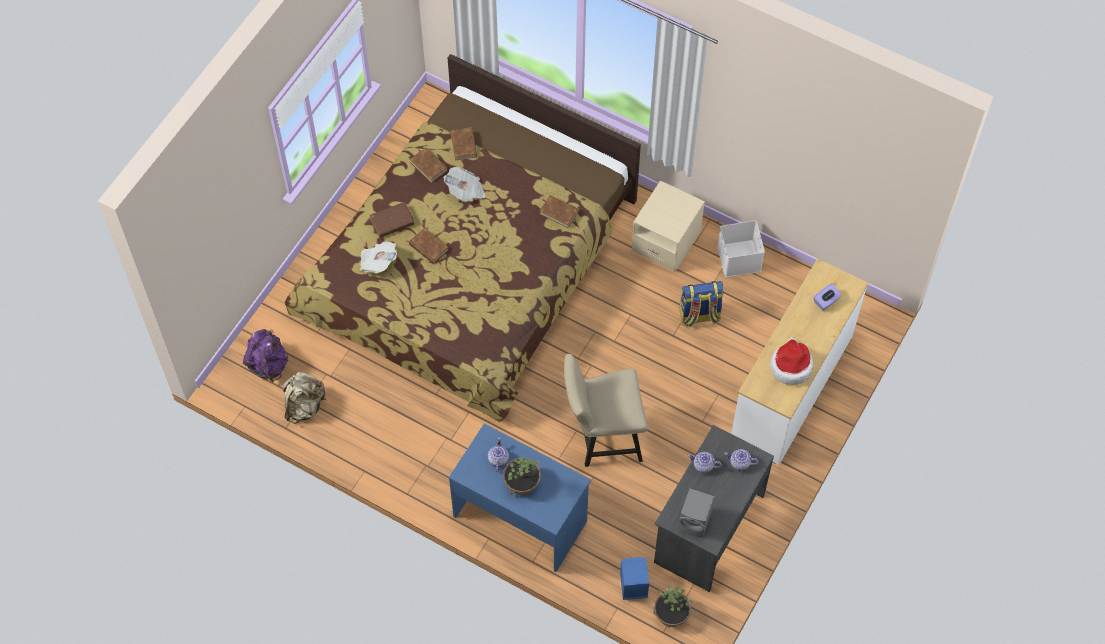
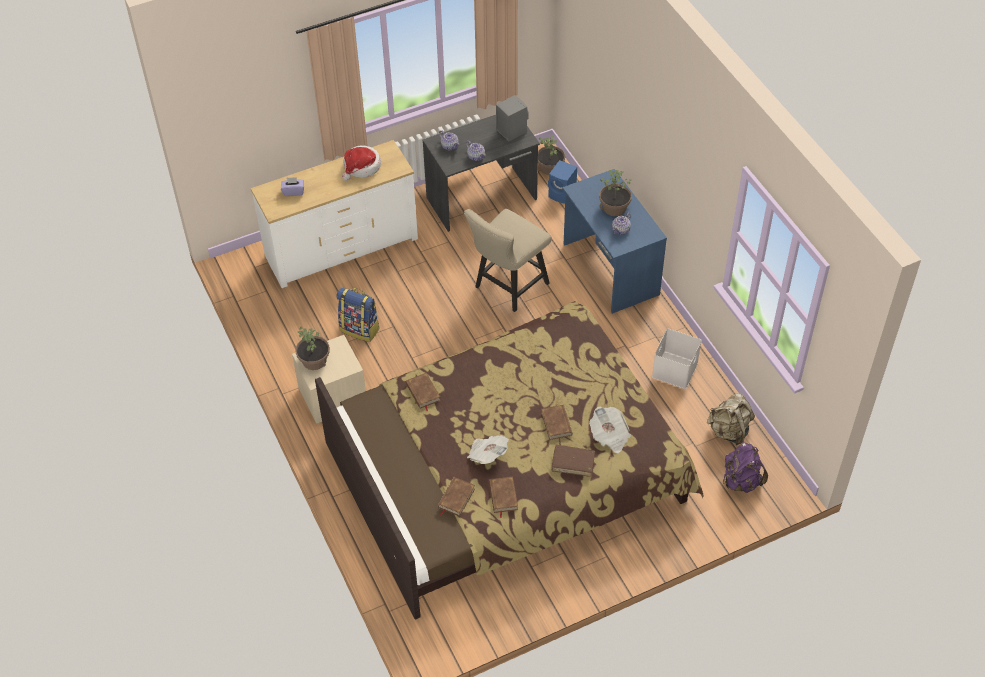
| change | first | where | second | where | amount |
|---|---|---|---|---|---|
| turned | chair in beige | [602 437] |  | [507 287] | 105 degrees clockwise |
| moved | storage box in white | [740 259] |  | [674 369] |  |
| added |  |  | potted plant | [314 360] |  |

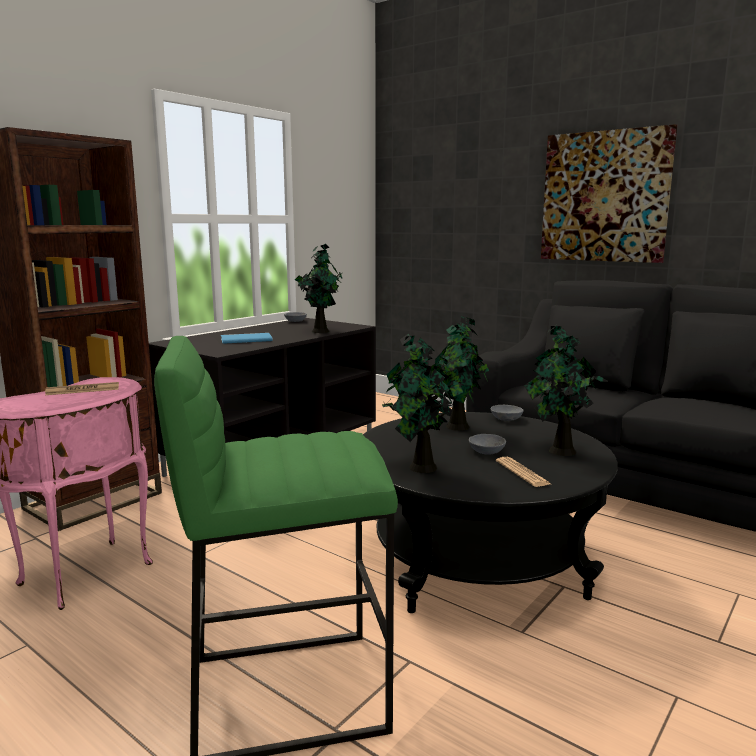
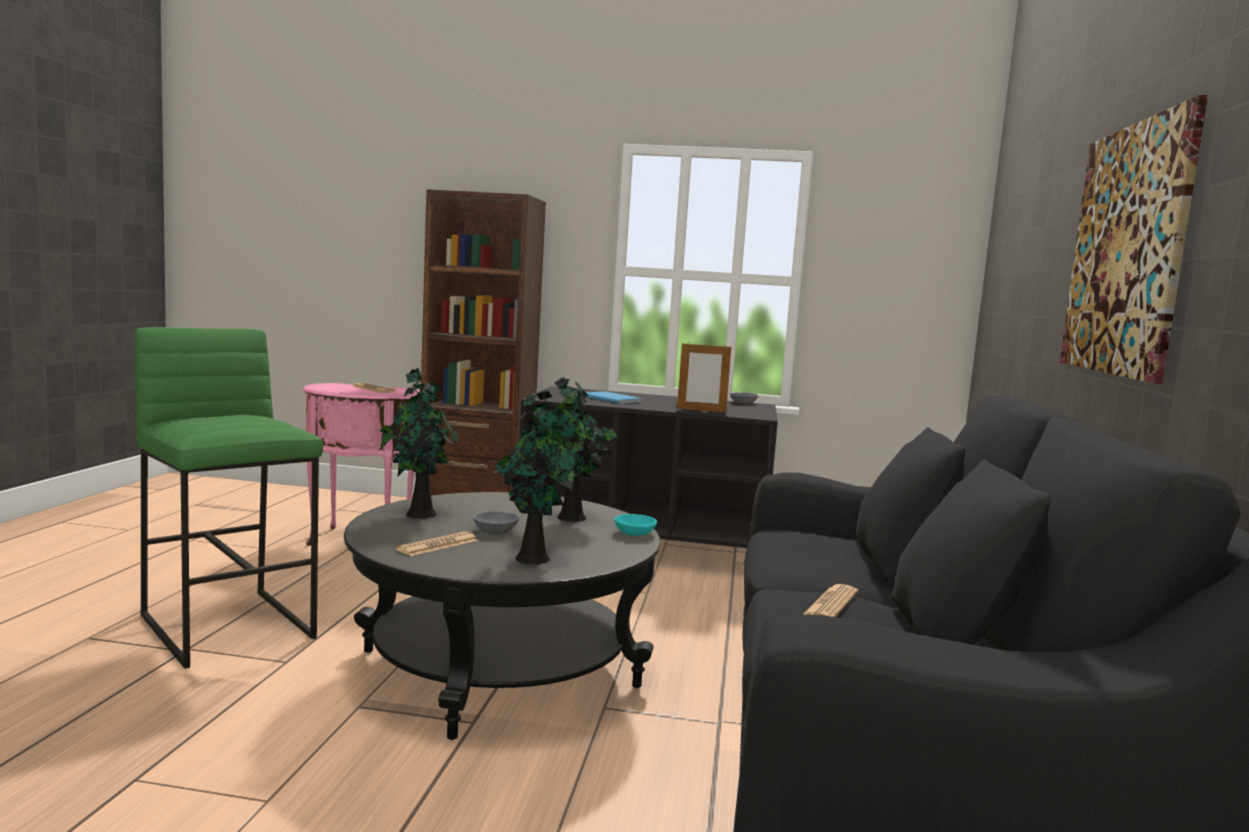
| change | first | where | second | where | amount |
|---|---|---|---|---|---|
| replaced | potted plant | [320 331] | picture frame | [701 410] |  |
| recoloured | bowl in grey | [507 418] | bowl in turquoise | [635 533] |  |
| added |  |  | newspaper | [830 604] |  |

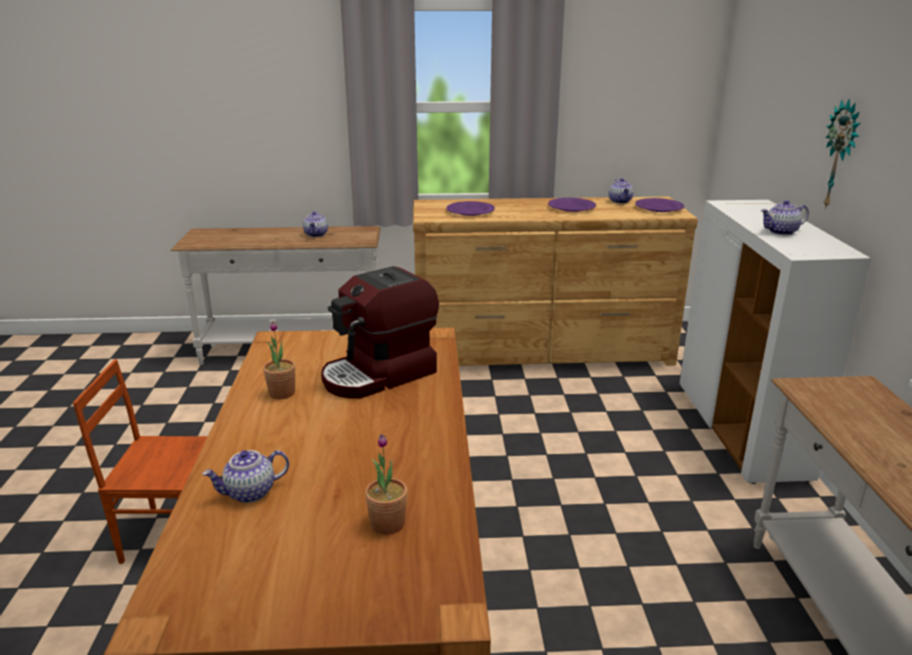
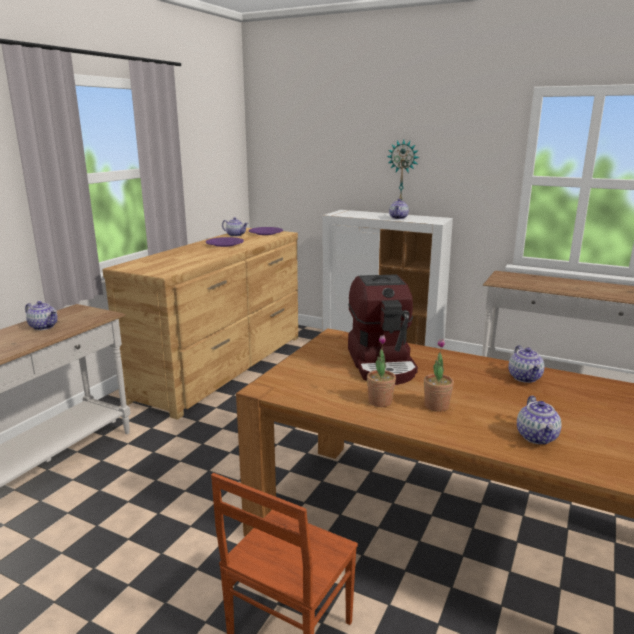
| change | first | where | second | where | amount |
|---|---|---|---|---|---|
| moved | potted plant | [387 524] |  | [436 406] |  |
| removed | plate in purple | [470 212] |  |  |  |
| added |  |  | teapot | [525 378] |  |

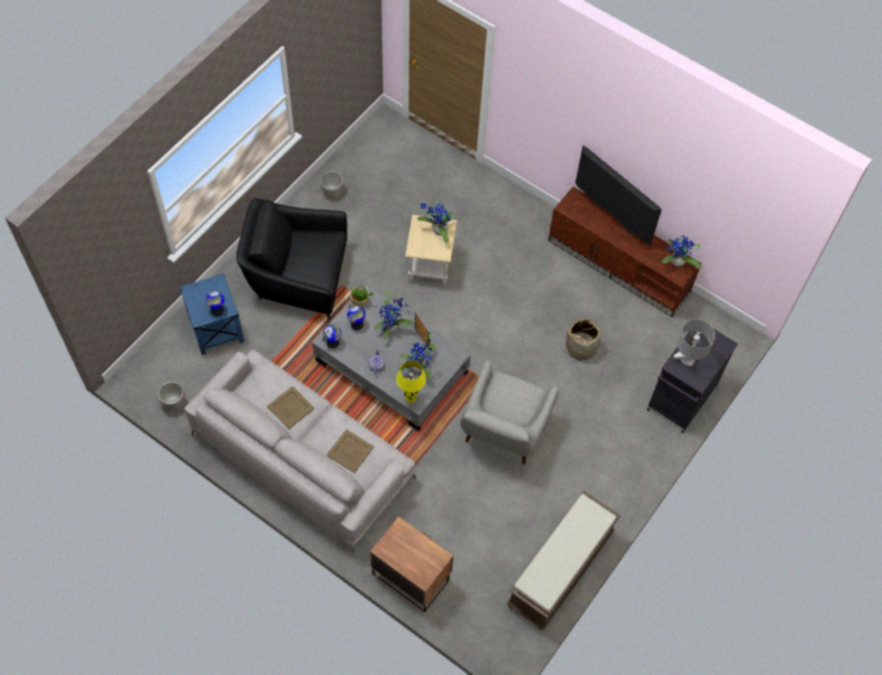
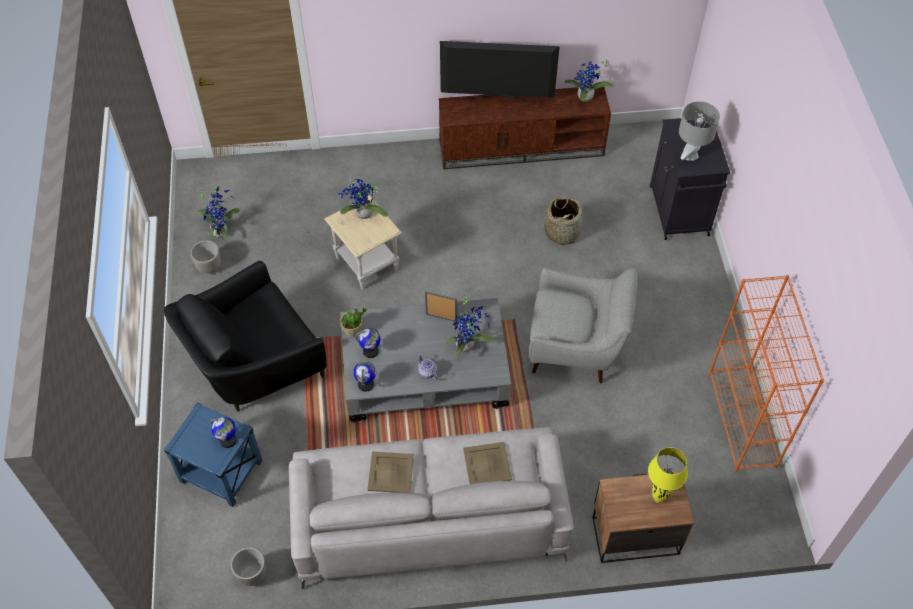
| change | first | where | second | where | amount |
|---|---|---|---|---|---|
| moved | potted plant | [391 328] |  | [221 231] |  |
| moved | table lamp in yellow | [411 400] |  | [658 498] |  |
| turned | armchair in grey | [503 432] |  | [576 348] | 60 degrees counterclockwise |
| replaced | bench in brown | [560 570] | bookcase in orange | [742 420] |  |

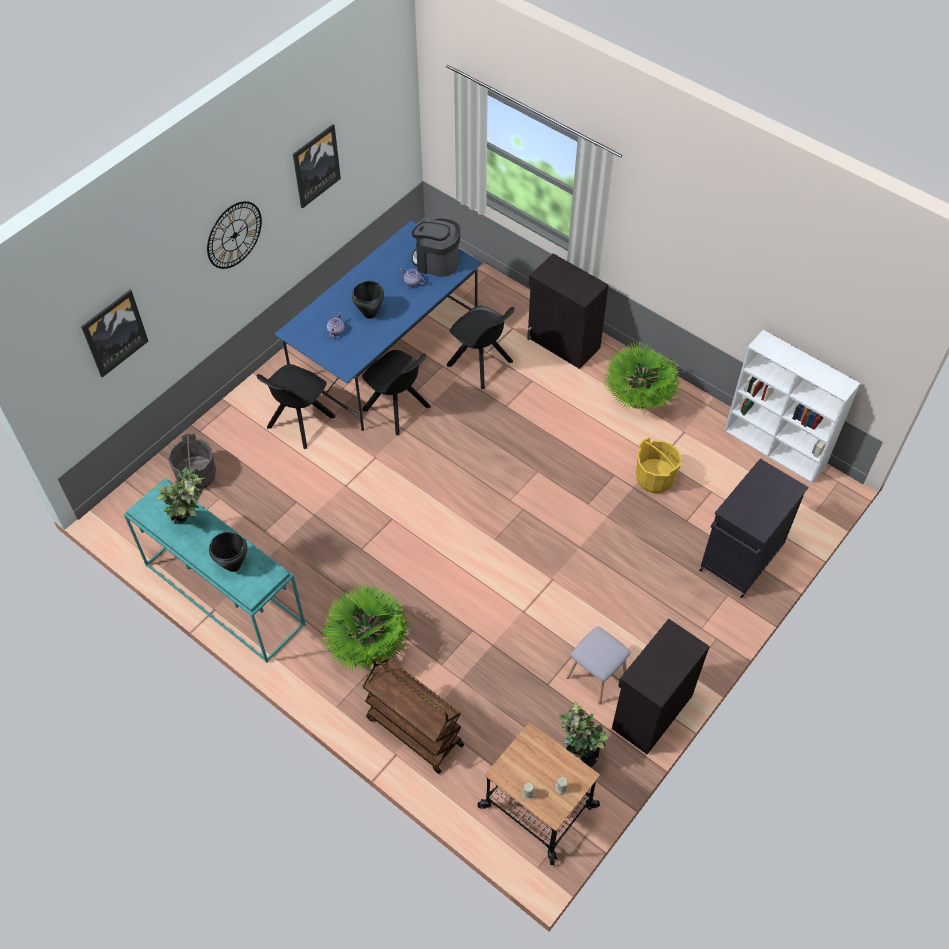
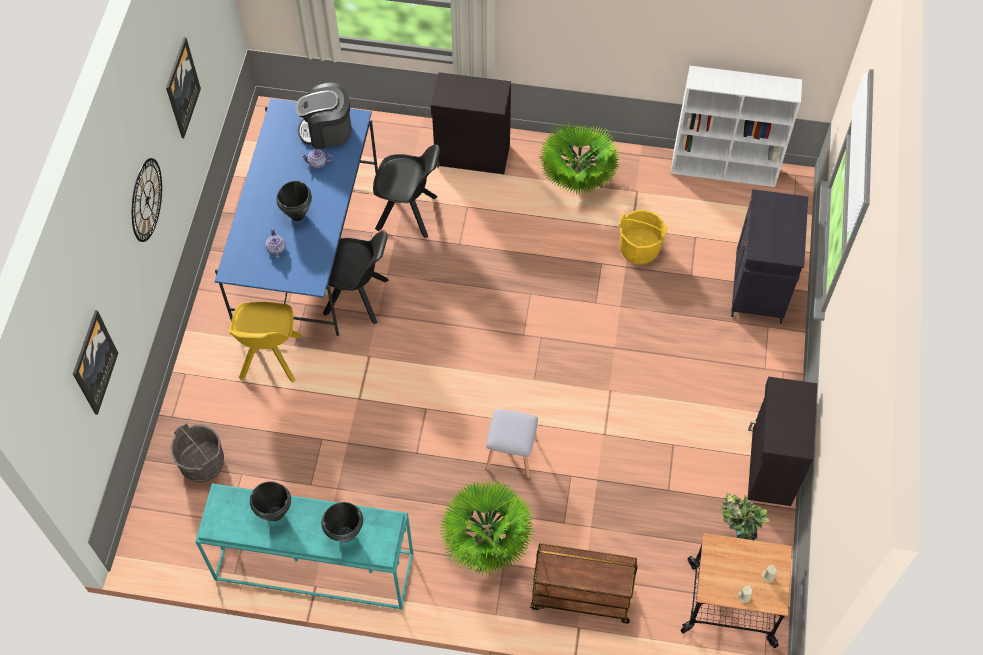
| change | first | where | second | where | amount |
|---|---|---|---|---|---|
| replaced | potted plant | [193 523] | cooking pot in black | [275 514] |  |
| recoloured | chair in black | [299 423] | chair in yellow | [270 358] |  |
| moved | stool in grey | [596 677] |  | [512 455] |  |

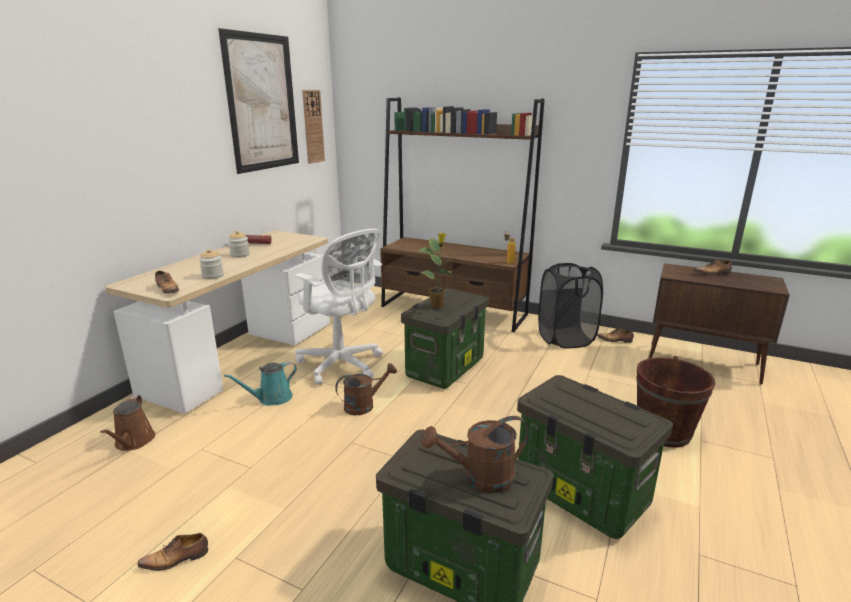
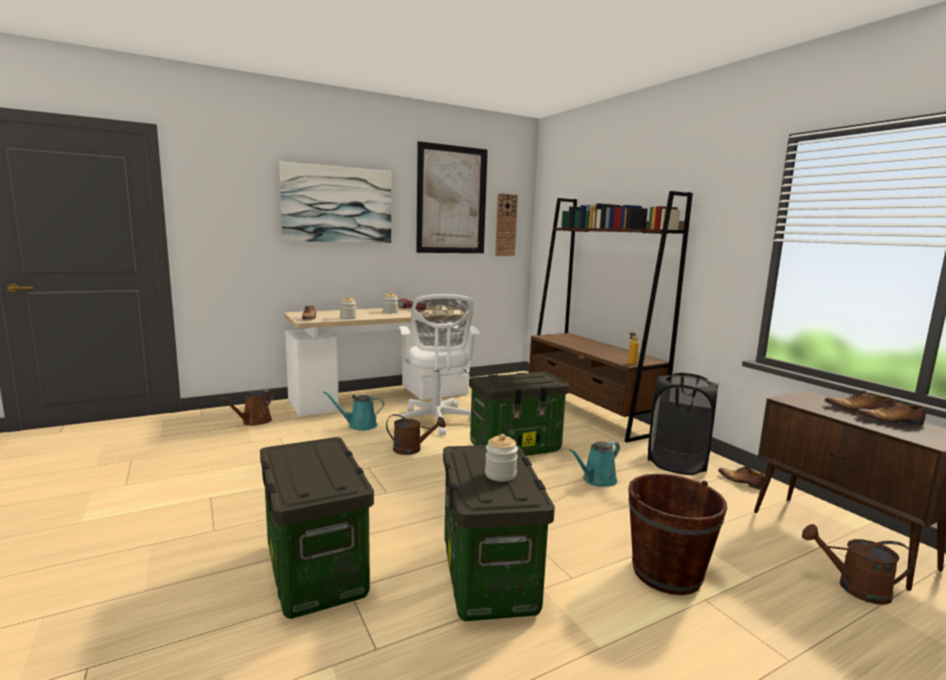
| change | first | where | second | where | amount |
|---|---|---|---|---|---|
| moved | shoe | [176 559] |  | [891 421] |  |
| removed | potted plant | [437 305] |  |  |  |
| moved | watering can in brown | [480 478] |  | [854 588] |  |
| added |  |  | picture | [337 204] |  |
| added |  |  | jar | [500 474] |  |
| added |  |  | watering can in turquoise | [597 480] |  |

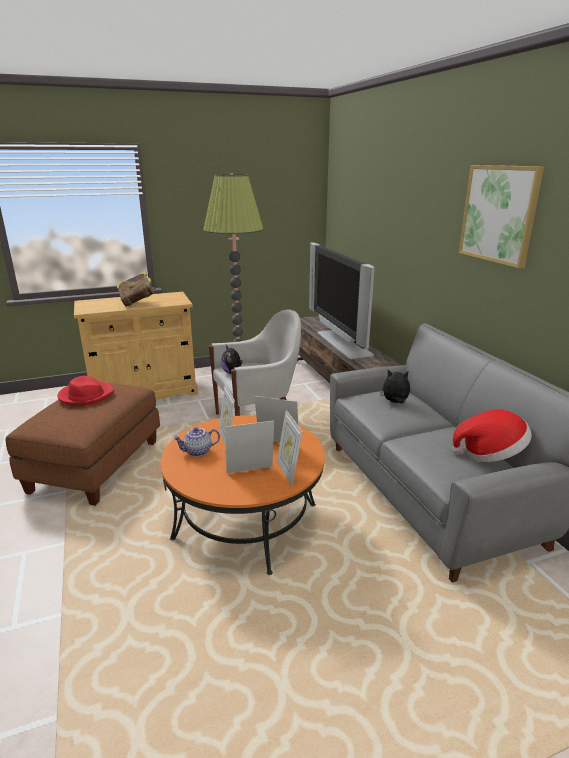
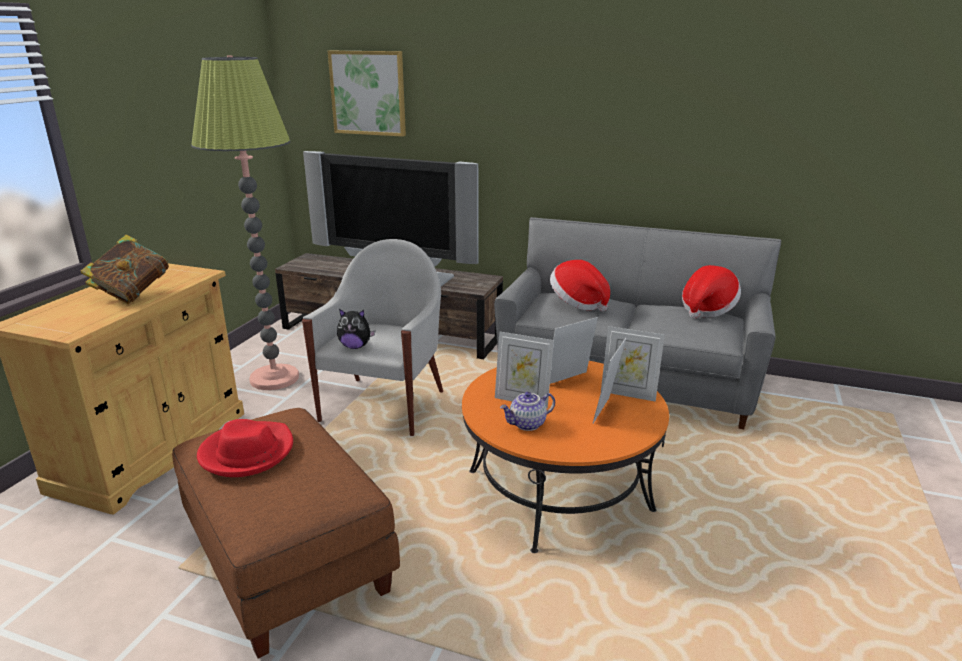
| change | first | where | second | where | amount |
|---|---|---|---|---|---|
| turned | teapot | [198 452] |  | [527 425] | 45 degrees clockwise |
| replaced | plush toy | [395 402] | hat | [578 303] |  |
| moved | picture | [499 214] |  | [368 93] |  |

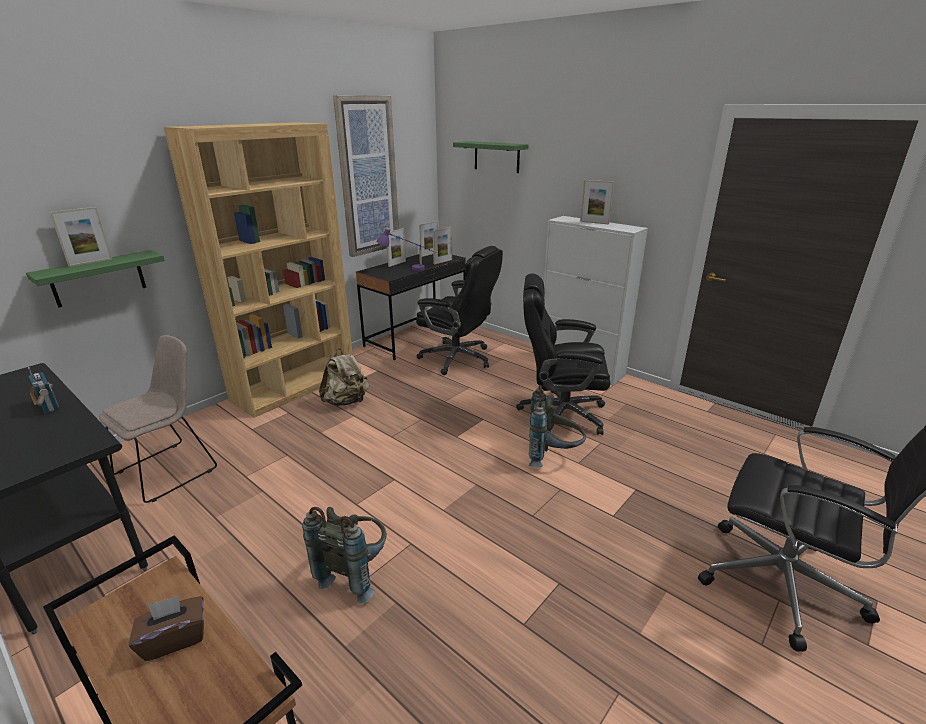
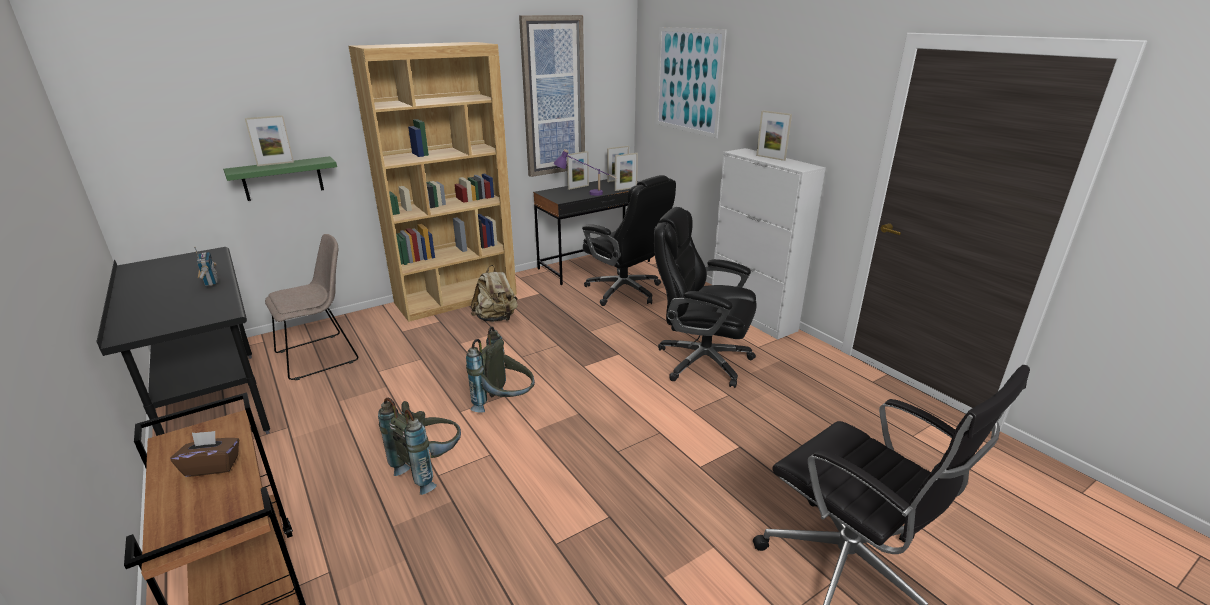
| change | first | where | second | where | amount |
|---|---|---|---|---|---|
| replaced | shelf in green | [496 157] | picture | [688 81] |  |
| moved | backpack in grey | [553 457] |  | [505 405] |  |

